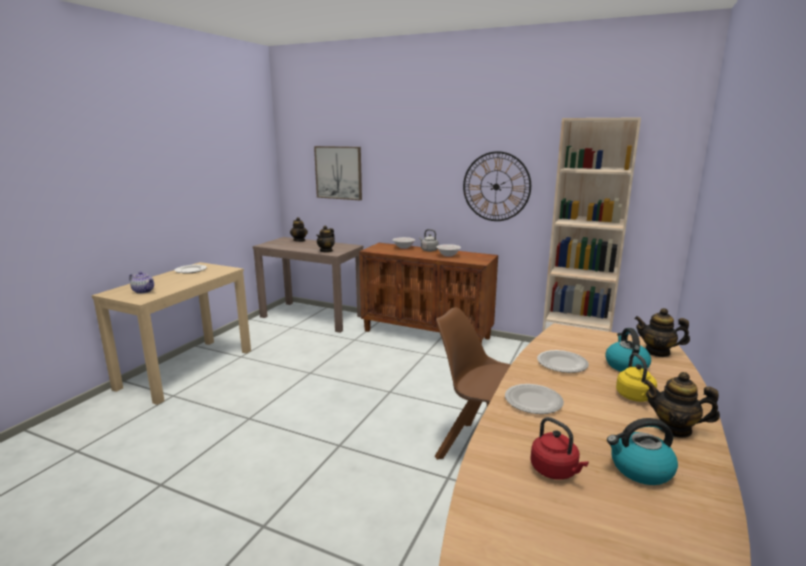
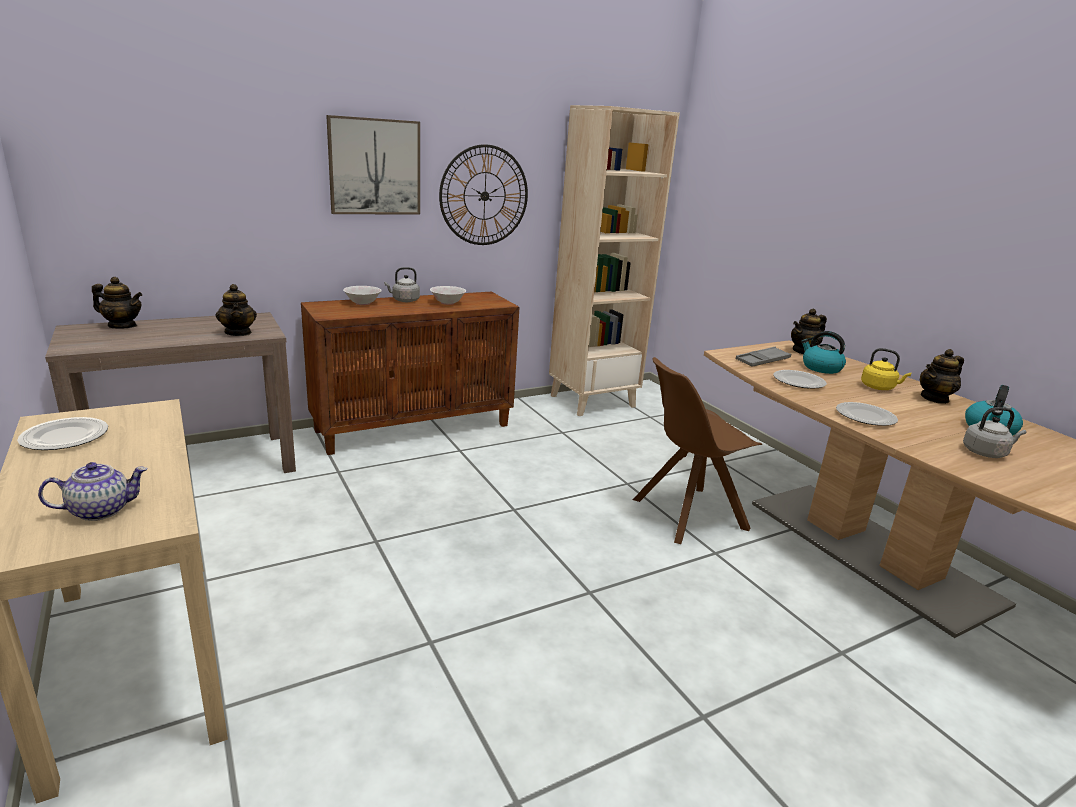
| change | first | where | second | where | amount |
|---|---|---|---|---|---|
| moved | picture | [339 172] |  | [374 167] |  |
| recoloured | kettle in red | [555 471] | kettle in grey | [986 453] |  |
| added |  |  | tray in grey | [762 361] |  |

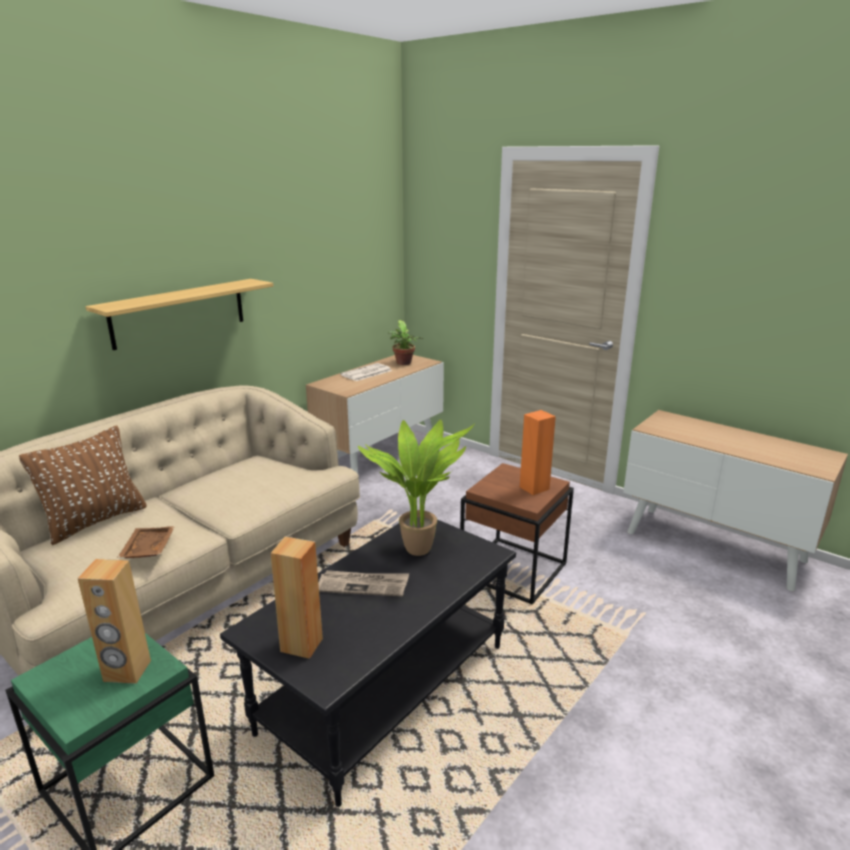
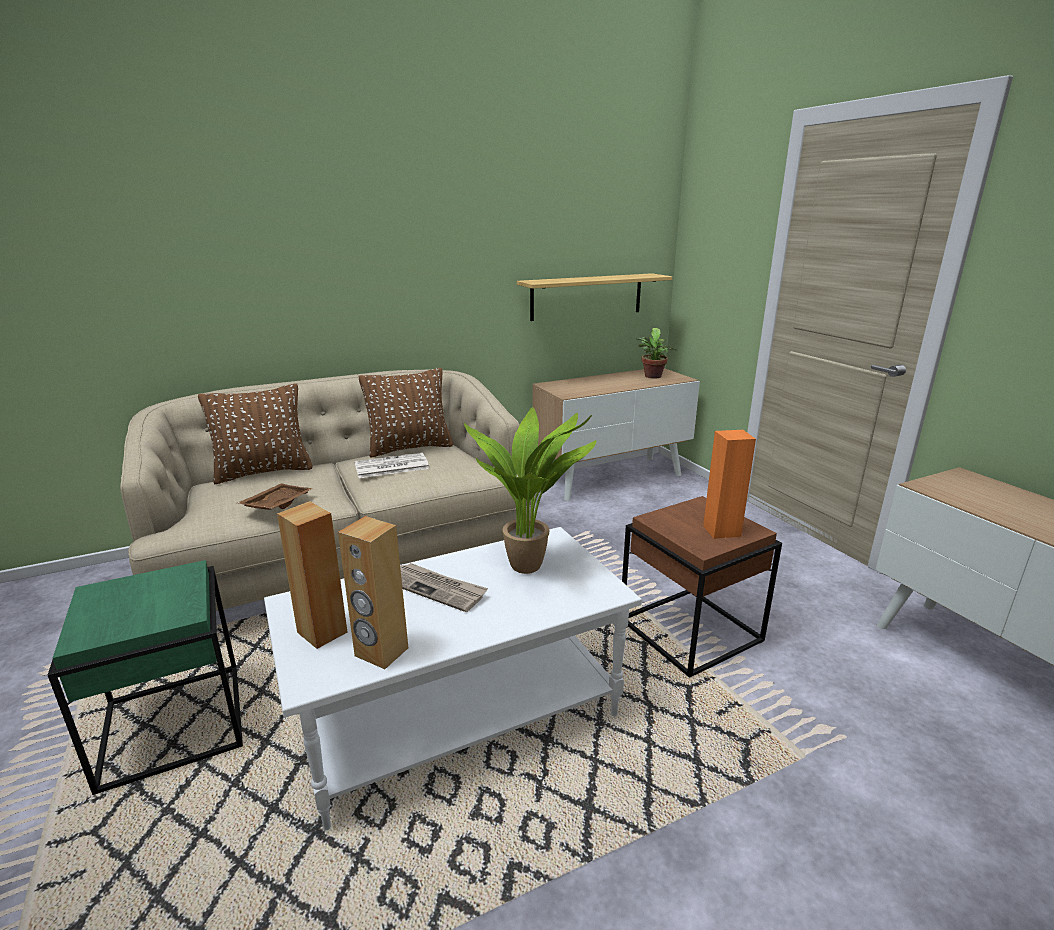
| change | first | where | second | where | amount |
|---|---|---|---|---|---|
| moved | speaker in brown | [127 671] |  | [381 652] |  |
| moved | shelf | [179 313] |  | [587 296] |  |
| recoloured | coffee table in black | [385 686] | coffee table in white | [460 715] |  |
| moved | newspaper | [366 373] |  | [390 467] |  |
| added |  |  | pillow in brown | [410 448] |  |

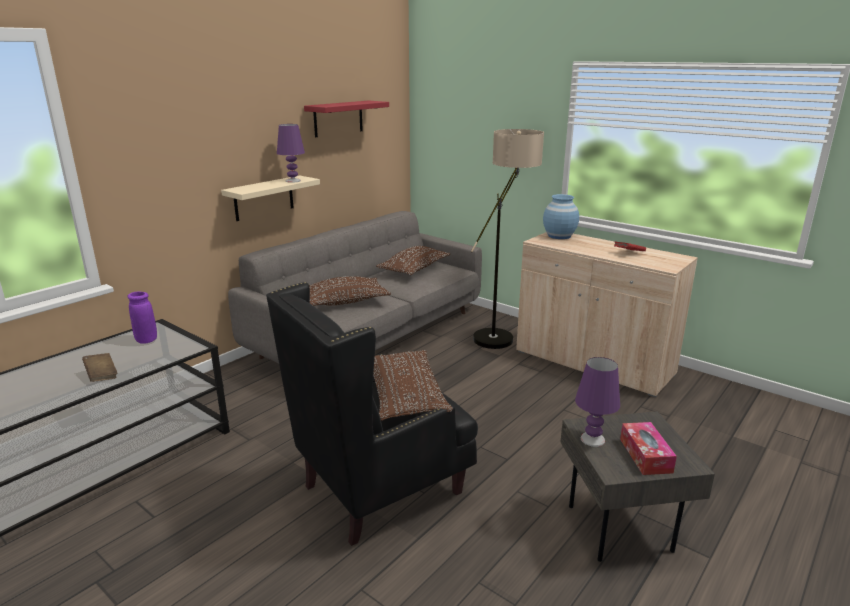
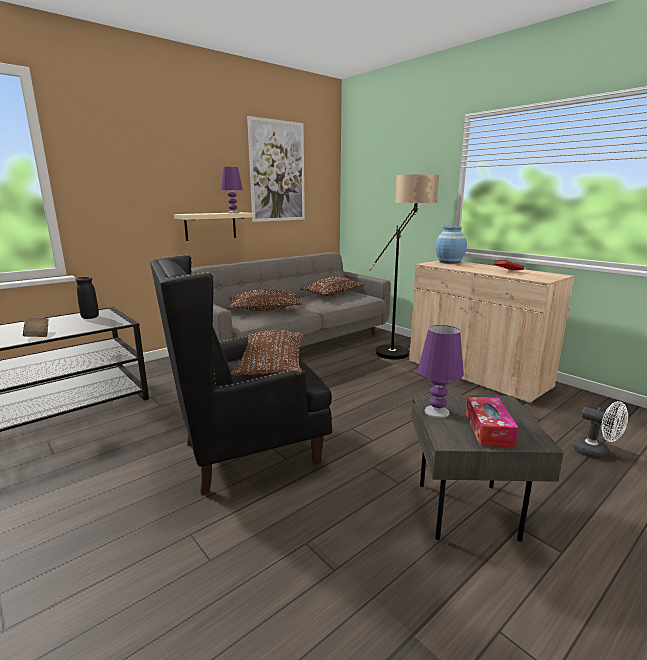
| change | first | where | second | where | amount |
|---|---|---|---|---|---|
| recoloured | vase in purple | [146 340] | vase in black | [90 317] |  |
| replaced | shelf in red | [338 118] | picture | [277 171] |  |
| added |  |  | fan in white | [596 453] |  |

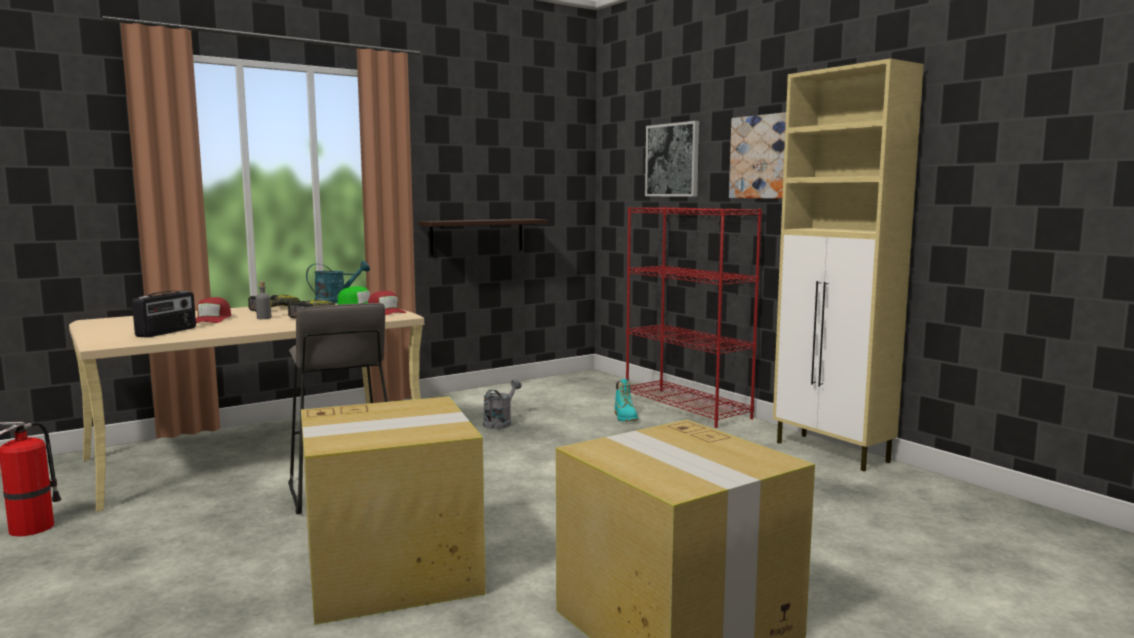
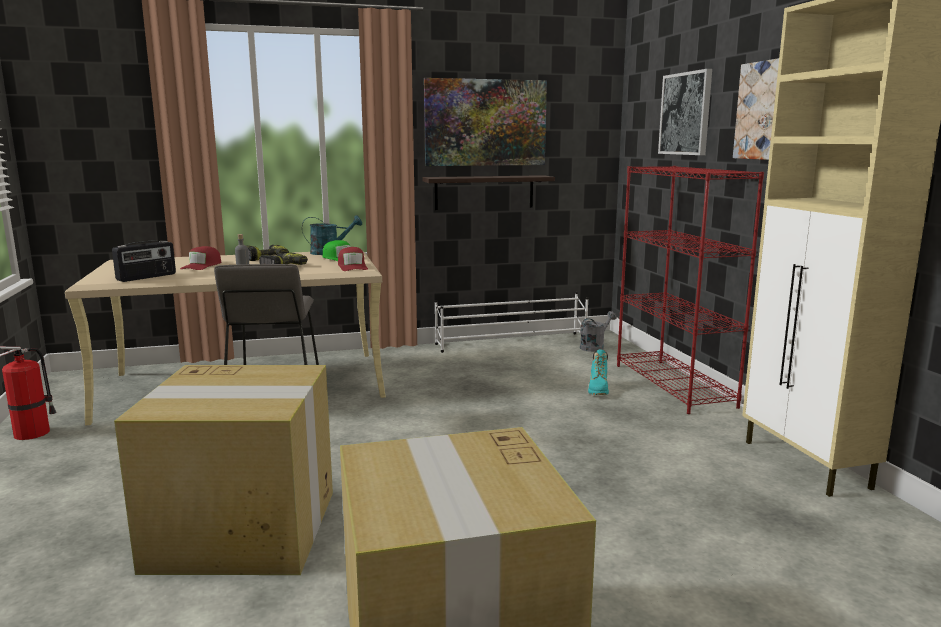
| change | first | where | second | where | amount |
|---|---|---|---|---|---|
| moved | watering can in grey | [500 423] |  | [594 347] |  |
| added |  |  | picture | [485 123] |  |
| added |  |  | shoe rack in white | [512 342] |  |

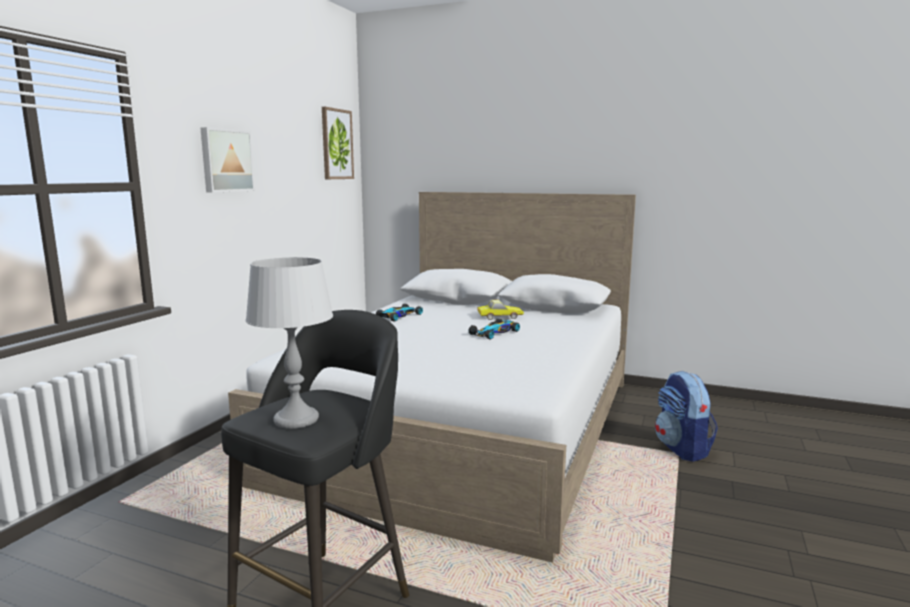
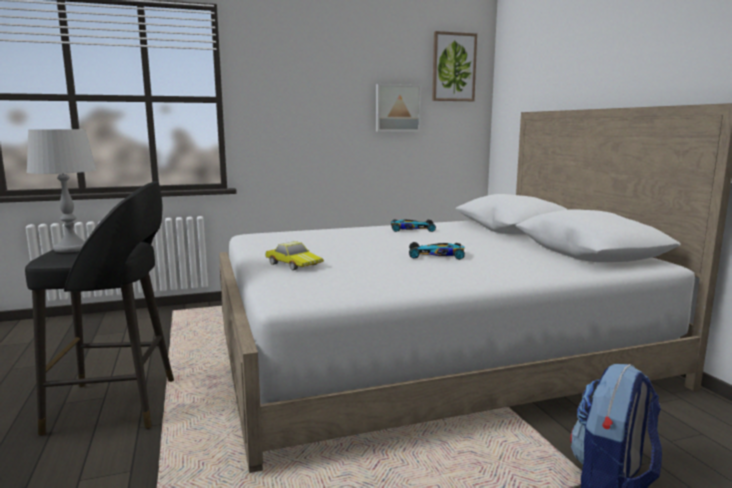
| change | first | where | second | where | amount |
|---|---|---|---|---|---|
| moved | picture | [226 160] |  | [397 108] |  |
| moved | toy car | [499 316] |  | [294 264] |  |

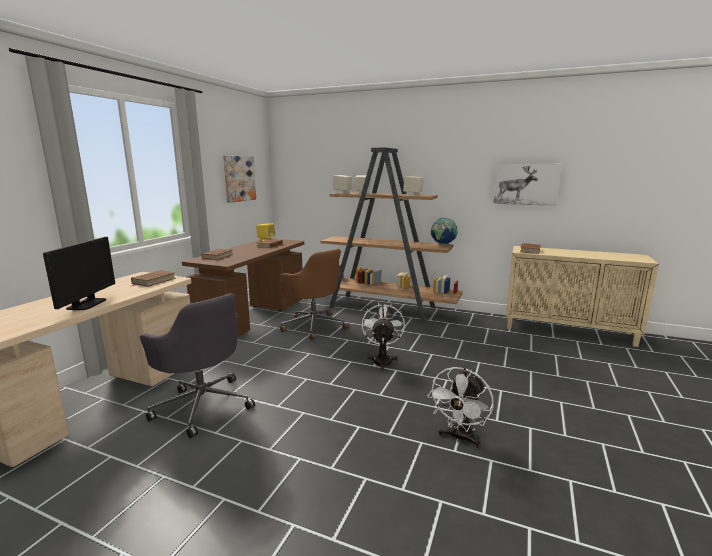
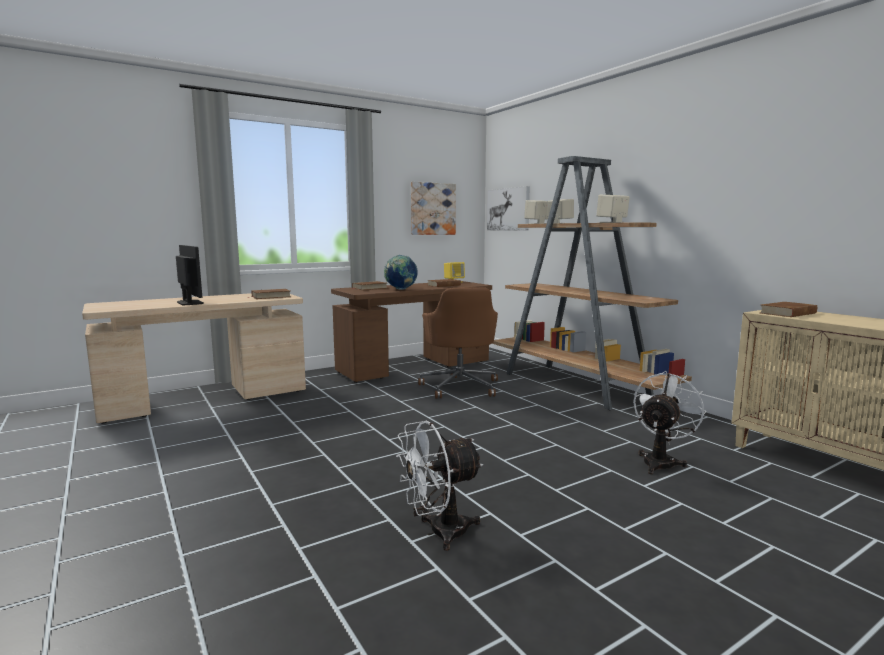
| change | first | where | second | where | amount |
|---|---|---|---|---|---|
| turned | monitor | [86 304] |  | [190 303] | 75 degrees counterclockwise |
| removed | office chair in grey | [203 404] |  |  |  |
| moved | fan in white | [382 360] |  | [661 461] |  |
| moved | globe | [443 244] |  | [400 289] |  |
| moved | picture | [526 184] |  | [508 209] |  |

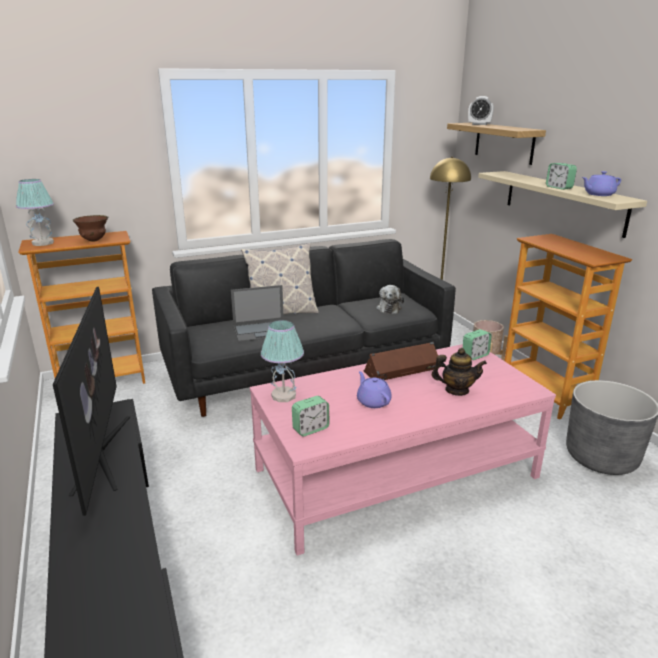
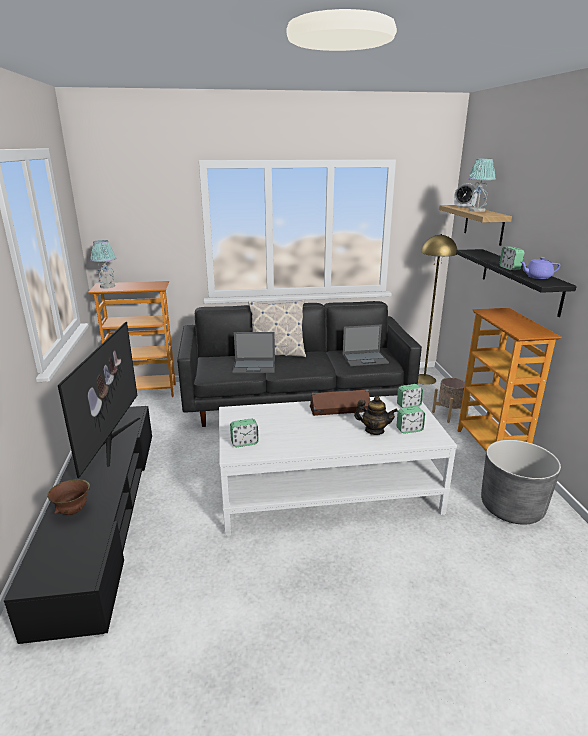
| change | first | where | second | where | amount |
|---|---|---|---|---|---|
| moved | bowl in brown | [94 240] |  | [73 511] |  |
| recoloured | coffee table in pink | [396 473] | coffee table in white | [328 491] |  |
| moved | table lamp | [284 395] |  | [477 210] |  |
| removed | teapot in purple | [373 401] |  |  |  |
| replaced | plush toy | [389 308] | laptop | [365 359] |  |
| recoloured | shelf in beige | [563 201] | shelf in black | [519 280] |  |
| added |  |  | alarm clock | [409 429] |  |

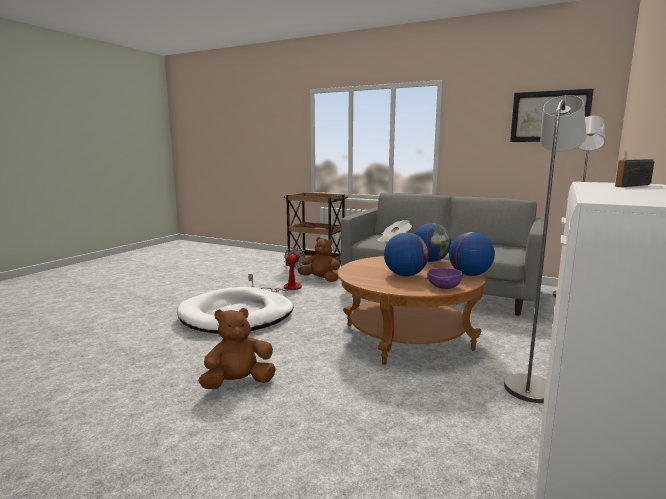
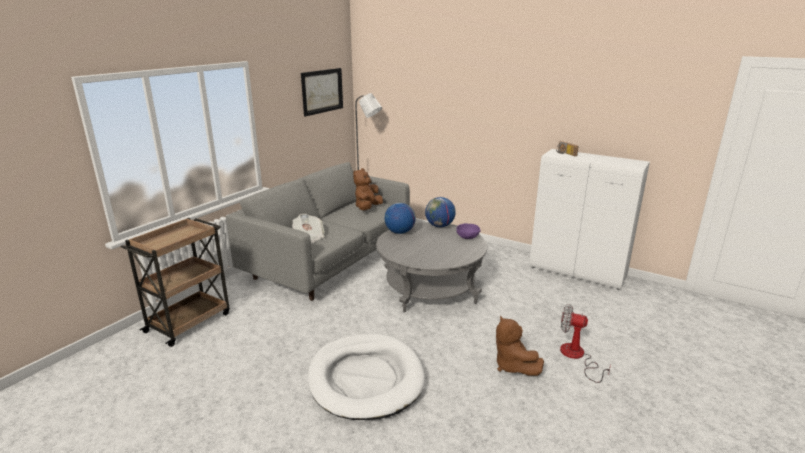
| change | first | where | second | where | amount |
|---|---|---|---|---|---|
| moved | fan | [285 288] |  | [577 357] |  |
| moved | plush toy in brown | [320 279] |  | [367 208] |  |
| recoloured | coffee table in brown | [407 336] | coffee table in grey | [430 289] |  |
| removed | globe | [405 275] |  |  |  |
| removed | floor lamp in grey | [532 385] |  |  |  |

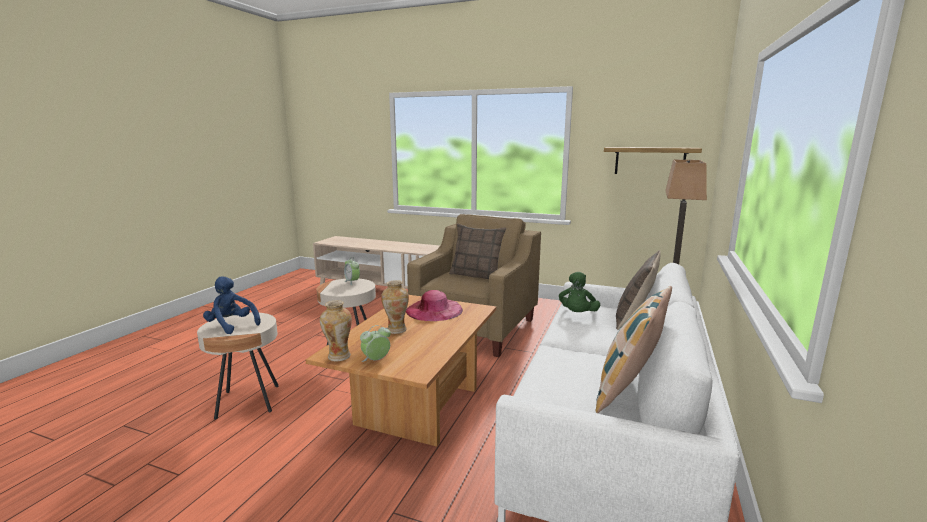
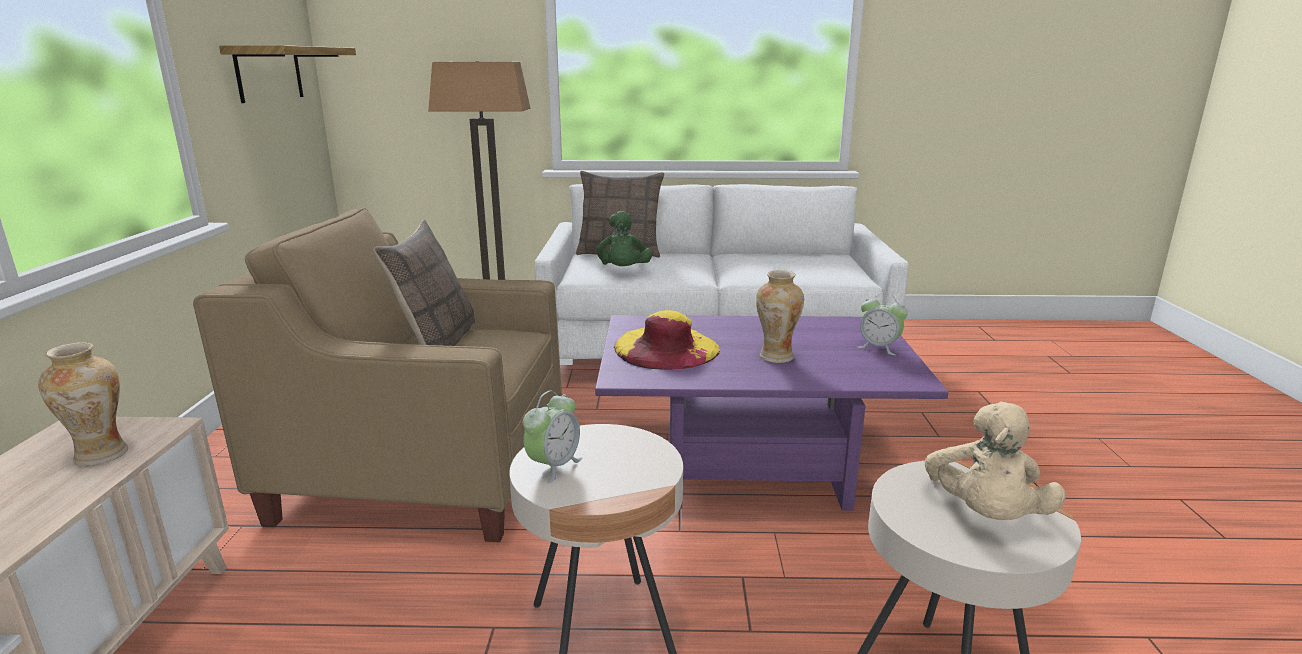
| change | first | where | second | where | amount |
|---|---|---|---|---|---|
| recoloured | plush toy in blue | [232 325] | plush toy in beige | [985 515] |  |
| recoloured | coffee table in brown | [415 404] | coffee table in purple | [751 472] |  |
| moved | vase | [338 356] |  | [101 456] |  |
| recoloured | hat in pink | [434 310] | hat in yellow | [666 348] |  |
| turned | plush toy in green | [577 314] |  | [624 271] | 90 degrees clockwise |
| removed | pillow | [629 393] |  |  |  |

